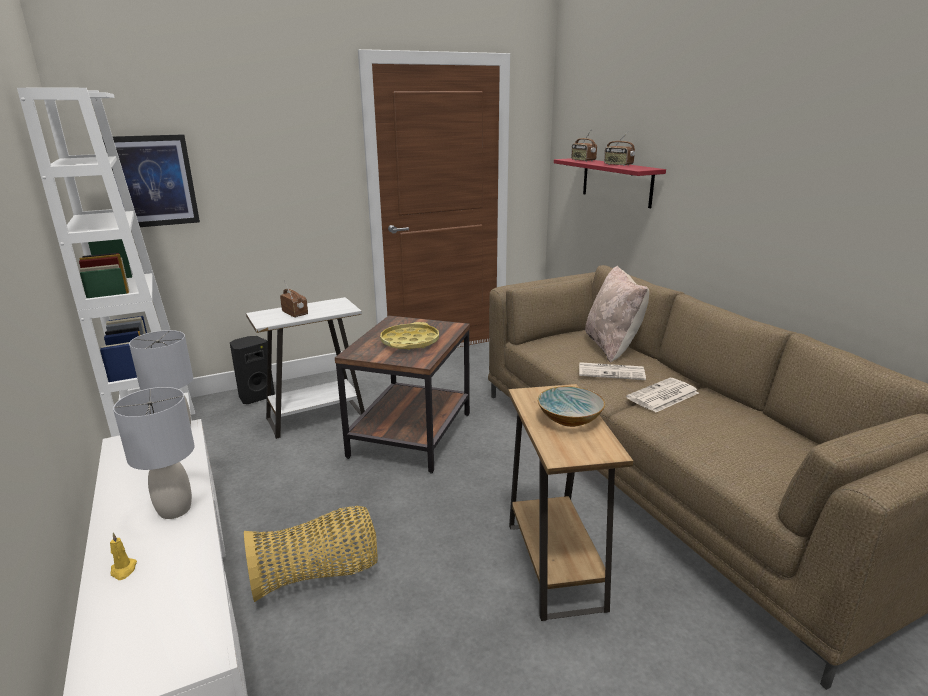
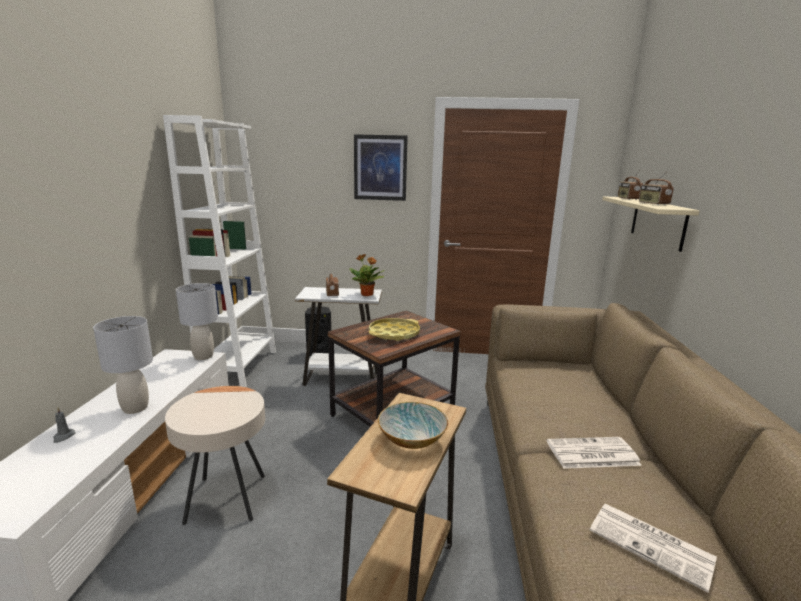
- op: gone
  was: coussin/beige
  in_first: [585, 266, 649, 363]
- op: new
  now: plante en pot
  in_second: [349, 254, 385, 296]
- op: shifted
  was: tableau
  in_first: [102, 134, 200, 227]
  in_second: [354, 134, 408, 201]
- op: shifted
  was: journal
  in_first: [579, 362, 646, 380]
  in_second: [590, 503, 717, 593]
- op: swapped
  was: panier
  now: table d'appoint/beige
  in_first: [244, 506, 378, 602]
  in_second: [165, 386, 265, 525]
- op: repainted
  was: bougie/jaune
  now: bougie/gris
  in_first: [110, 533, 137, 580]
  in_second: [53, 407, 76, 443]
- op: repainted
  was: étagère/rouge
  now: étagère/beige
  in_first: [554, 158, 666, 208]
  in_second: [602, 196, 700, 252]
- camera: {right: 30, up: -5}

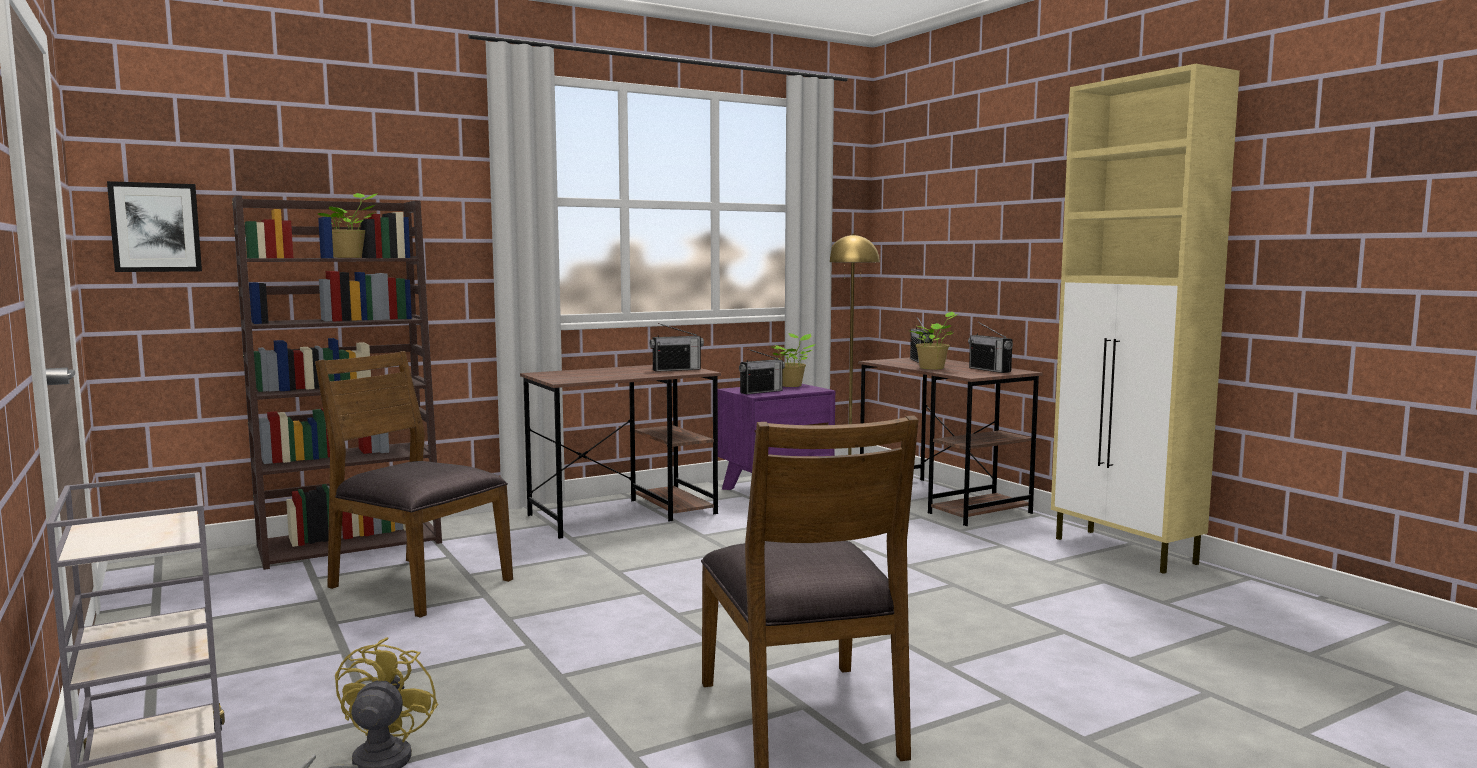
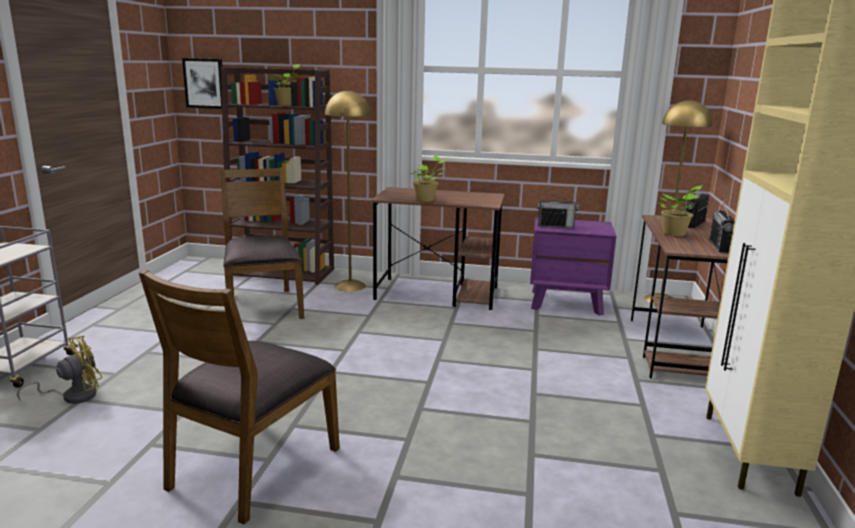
- op: gone
  was: radio
  in_first: [649, 323, 704, 372]
- op: new
  now: lampadaire/jaune
  in_second: [325, 89, 371, 292]
- op: shifted
  was: plante en pot
  in_first: [770, 333, 816, 387]
  in_second: [410, 156, 447, 202]
- camera: {right: 40, up: 10}

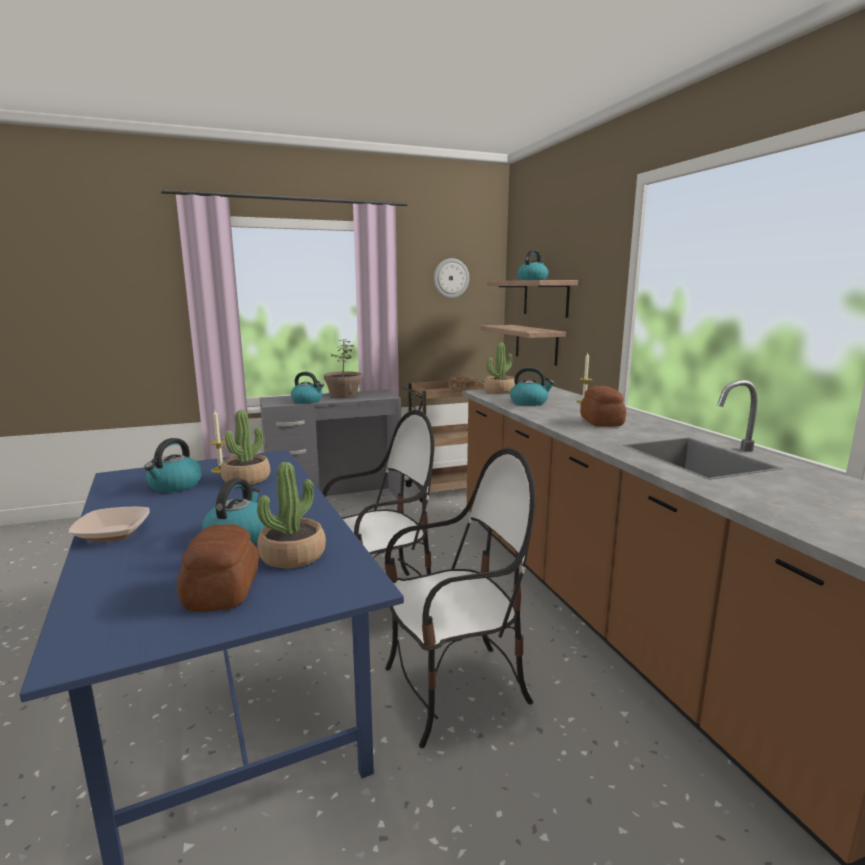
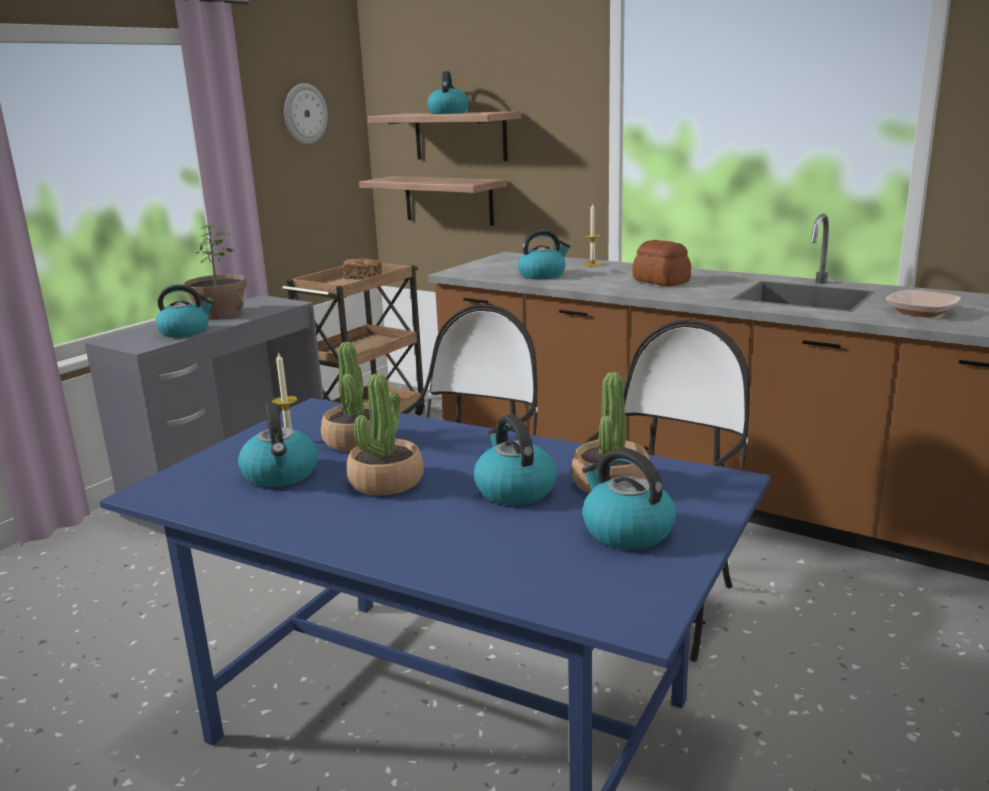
- op: shifted
  was: bol
  in_first: [69, 507, 150, 542]
  in_second: [886, 290, 961, 318]
- op: shifted
  was: plante en pot
  in_first: [484, 343, 515, 394]
  in_second: [347, 373, 424, 495]
- op: swapped
  was: pain
  now: bouilloire
  in_first: [177, 524, 259, 612]
  in_second: [582, 448, 676, 549]
- camera: {right: -35, up: 5}

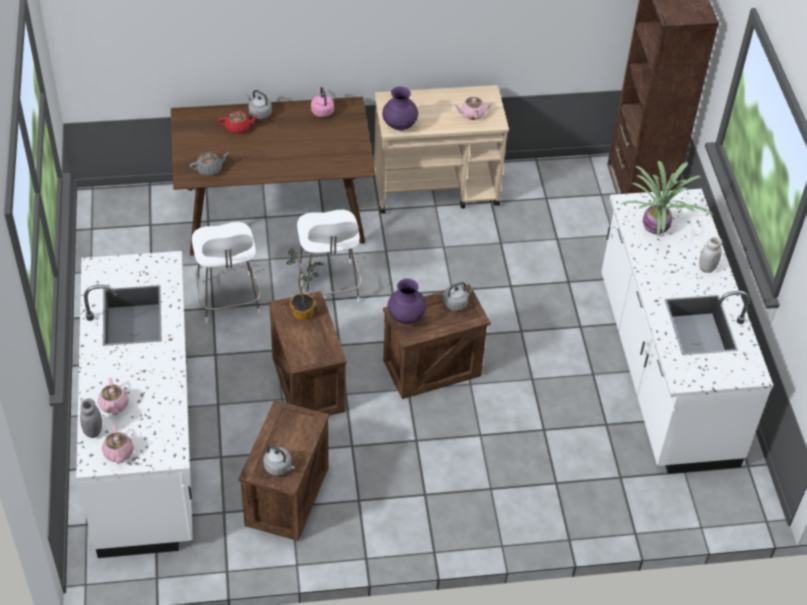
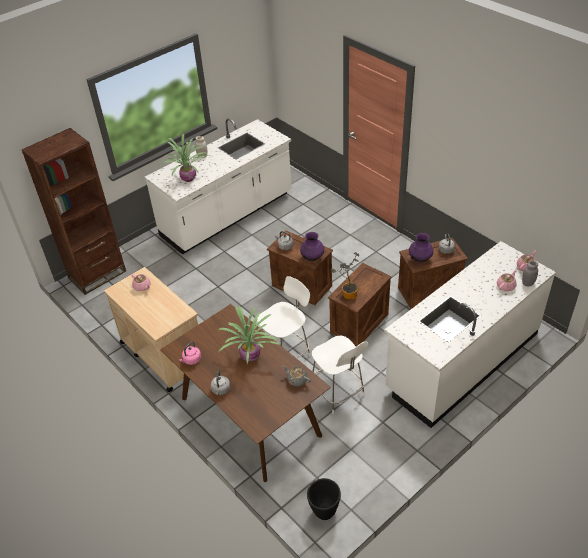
- op: gone
  was: théière/rouge
  in_first: [218, 110, 259, 134]
- op: new
  now: plante en pot
  in_second: [218, 306, 280, 365]
- op: new
  now: cache-pot/noir
  in_second: [307, 478, 341, 520]
- op: shifted
  was: vase/violet
  in_first: [382, 86, 418, 131]
  in_second: [409, 233, 434, 262]
- op: rotated
  was: chaise/blanc
  in_first: [192, 222, 260, 323]
  in_second: [312, 336, 368, 414]
  clockwise: 105
- camera: {right: -120, up: -5}

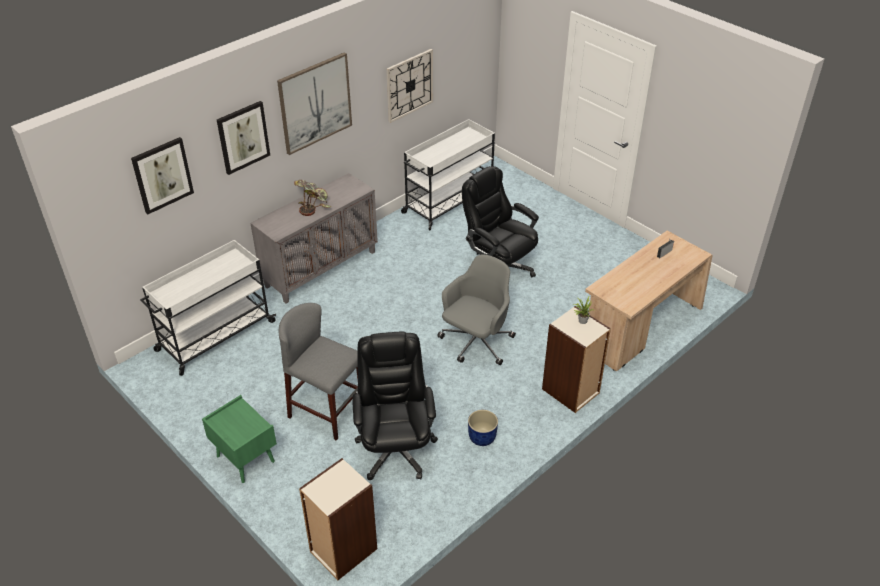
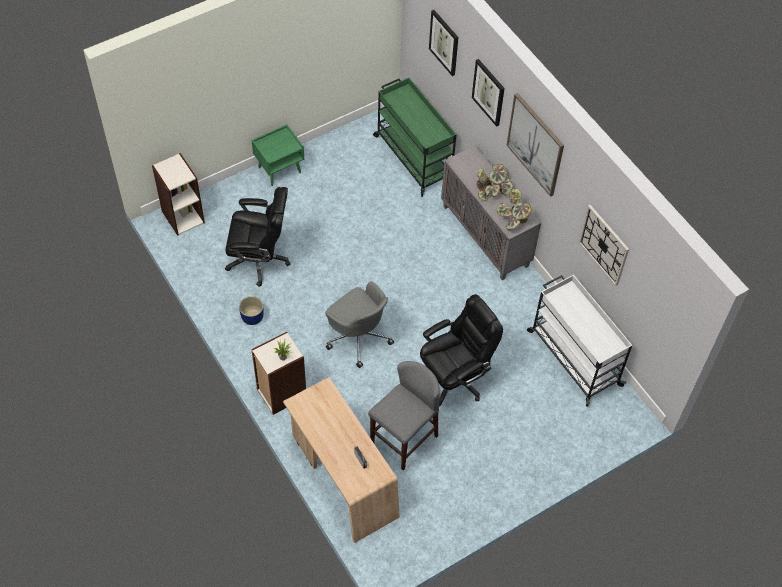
- op: new
  now: plante en pot
  in_second: [497, 189, 532, 230]
- op: shifted
  was: tabouret/gris
  in_first: [279, 303, 358, 441]
  in_second: [368, 361, 440, 470]
- op: repainted
  was: chariot/blanc
  now: chariot/vert
  in_first: [140, 240, 276, 376]
  in_second: [373, 78, 457, 197]
- camera: {right: 100, up: 15}

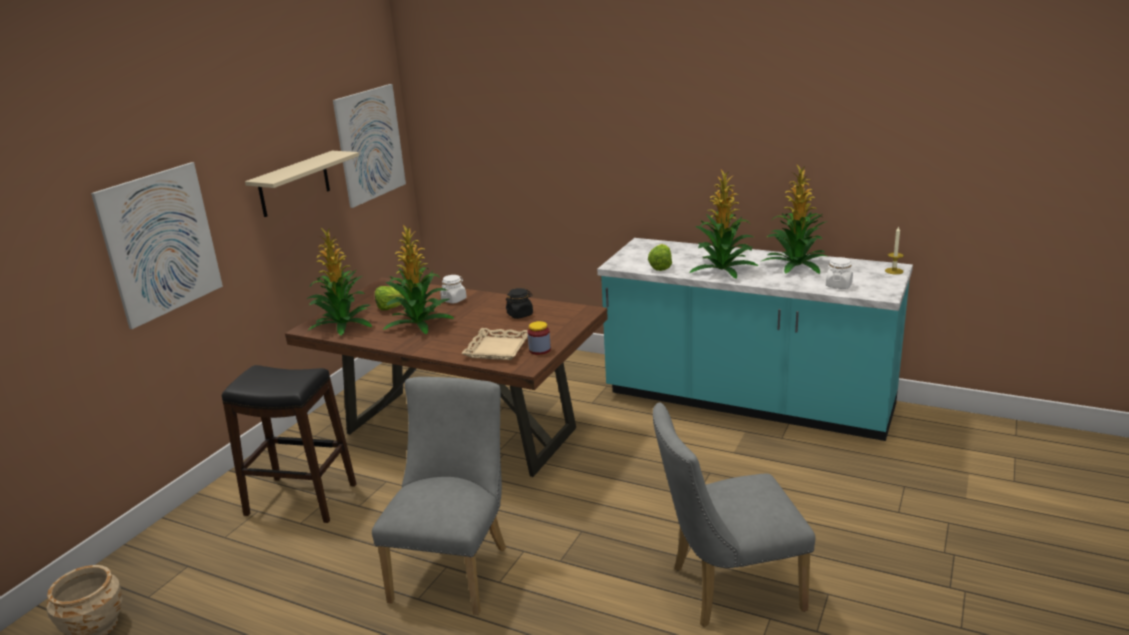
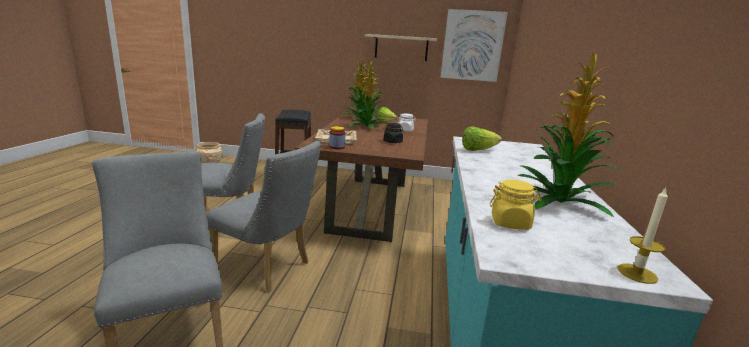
- op: gone
  was: tableau
  in_first: [91, 162, 223, 329]
- op: gone
  was: plante en pot
  in_first: [690, 170, 759, 279]
- op: new
  now: chaise/gris
  in_second: [206, 141, 321, 292]
- op: repainted
  was: bocal/blanc
  now: bocal/jaune
  in_first: [826, 257, 853, 289]
  in_second: [490, 180, 542, 230]
- camera: {right: 70, up: -5}

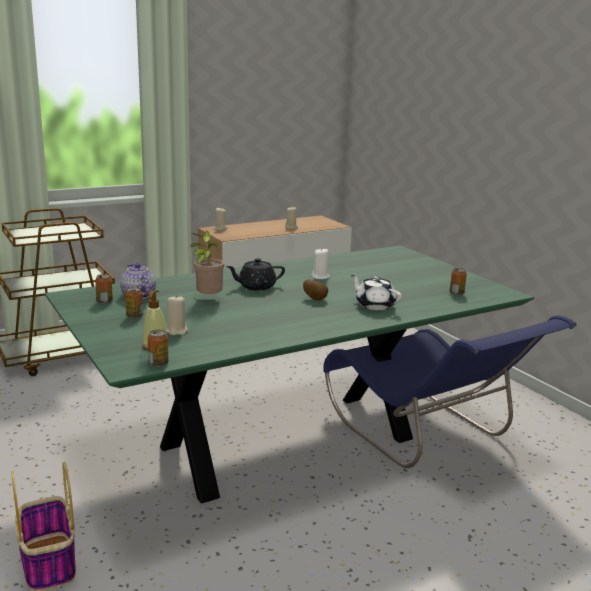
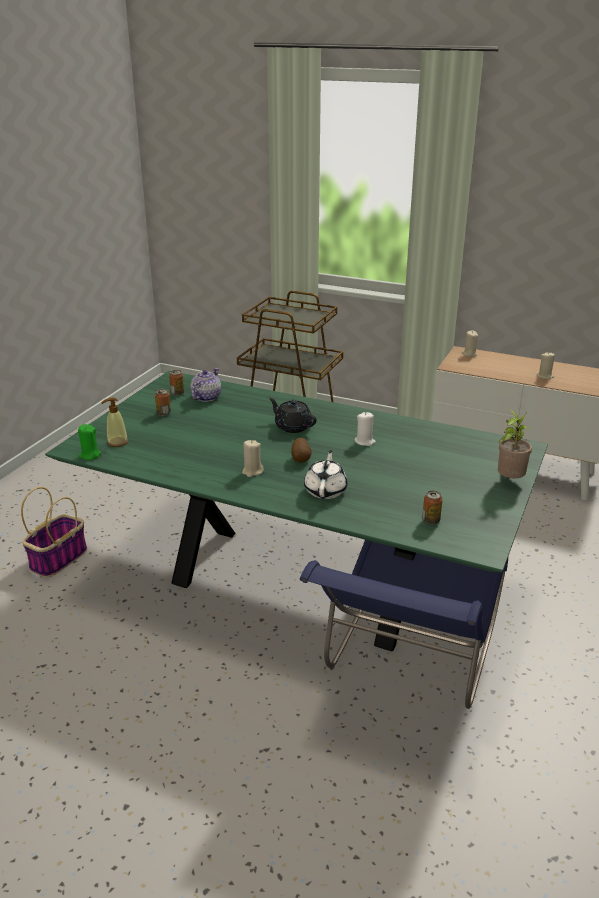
- op: shifted
  was: bougie/beige
  in_first: [166, 295, 188, 335]
  in_second: [242, 440, 264, 477]
- op: shifted
  was: plante en pot
  in_first: [191, 231, 224, 297]
  in_second: [498, 409, 533, 478]
- op: swapped
  was: boîte métallique
  now: bougie/vert
  in_first: [148, 330, 168, 367]
  in_second: [78, 424, 101, 460]
- camera: {right: 55, up: 10}

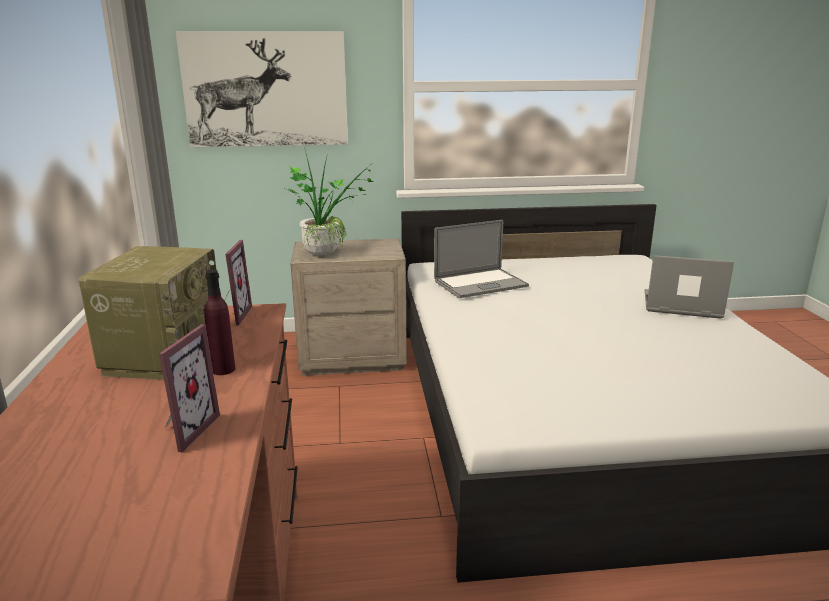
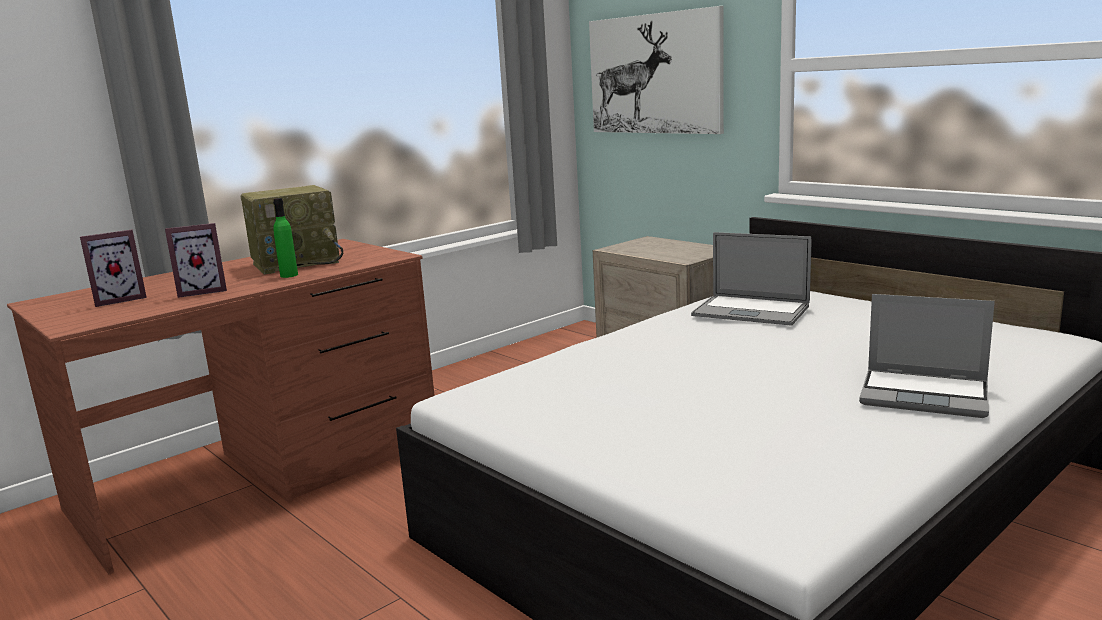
- op: gone
  was: plante en pot
  in_first: [287, 147, 373, 256]
- op: shifted
  was: cadre photo
  in_first: [224, 240, 252, 325]
  in_second: [80, 230, 147, 307]
- op: repainted
  was: bouteille/violet
  now: bouteille/vert
  in_first: [204, 269, 235, 375]
  in_second: [273, 198, 298, 278]
- op: rotated
  was: ordinateur portable
  in_first: [645, 255, 734, 319]
  in_second: [859, 294, 995, 418]
  clockwise: 135
- camera: {right: 55, up: -5}

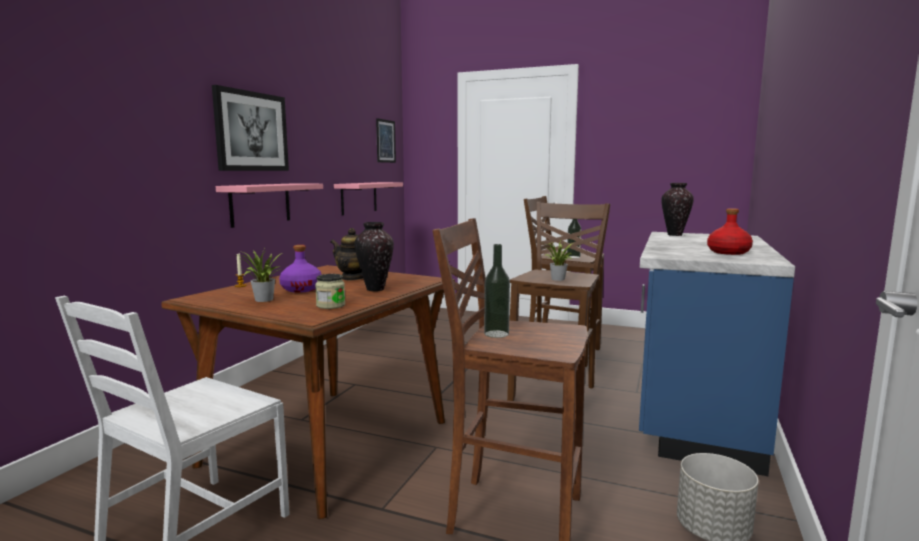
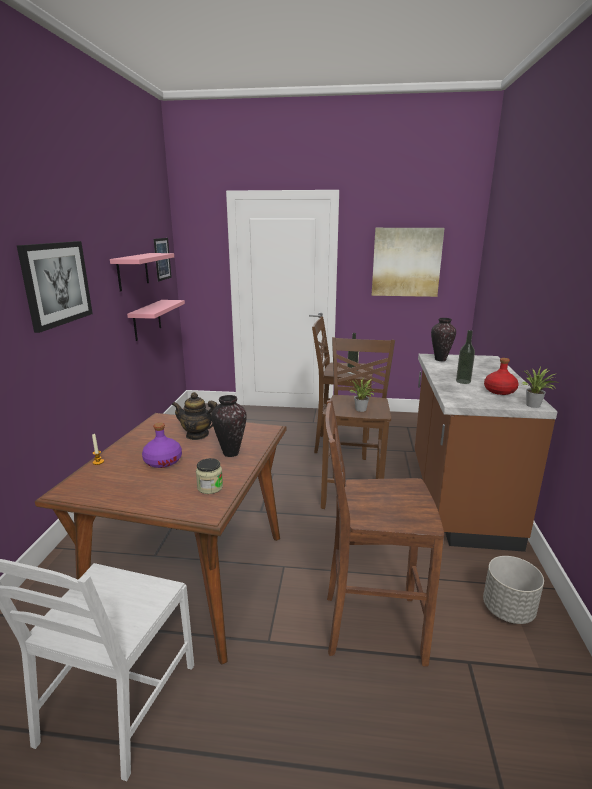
- op: new
  now: tableau
  in_second: [372, 228, 445, 297]
- op: shifted
  was: étagère/rose
  in_first: [216, 183, 323, 228]
  in_second: [110, 253, 174, 291]
- op: shifted
  was: plante en pot
  in_first: [238, 250, 282, 302]
  in_second: [523, 367, 559, 408]
- op: shifted
  was: bouteille
  in_first: [484, 244, 510, 338]
  in_second: [456, 330, 475, 384]
- op: repainted
  was: comptoir de cuisine/bleu
  now: comptoir de cuisine/marron
  in_first: [639, 232, 795, 476]
  in_second: [415, 354, 557, 552]
- camera: {right: -15, up: 10}

